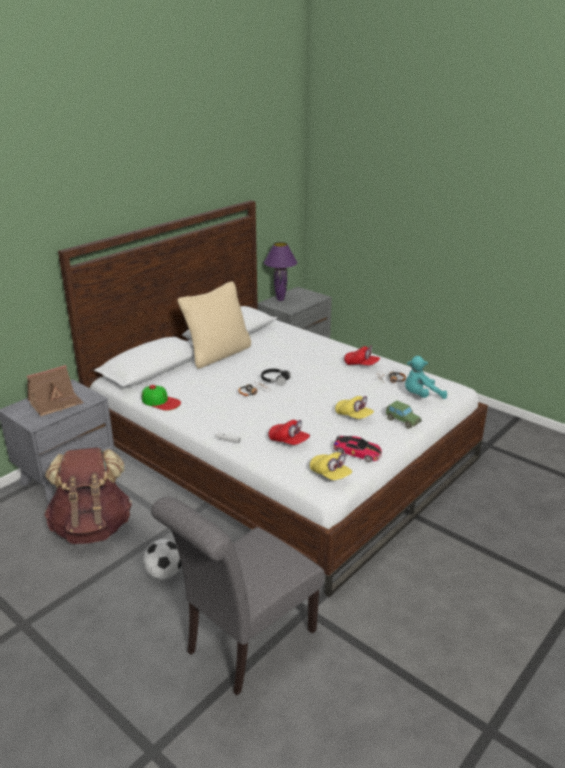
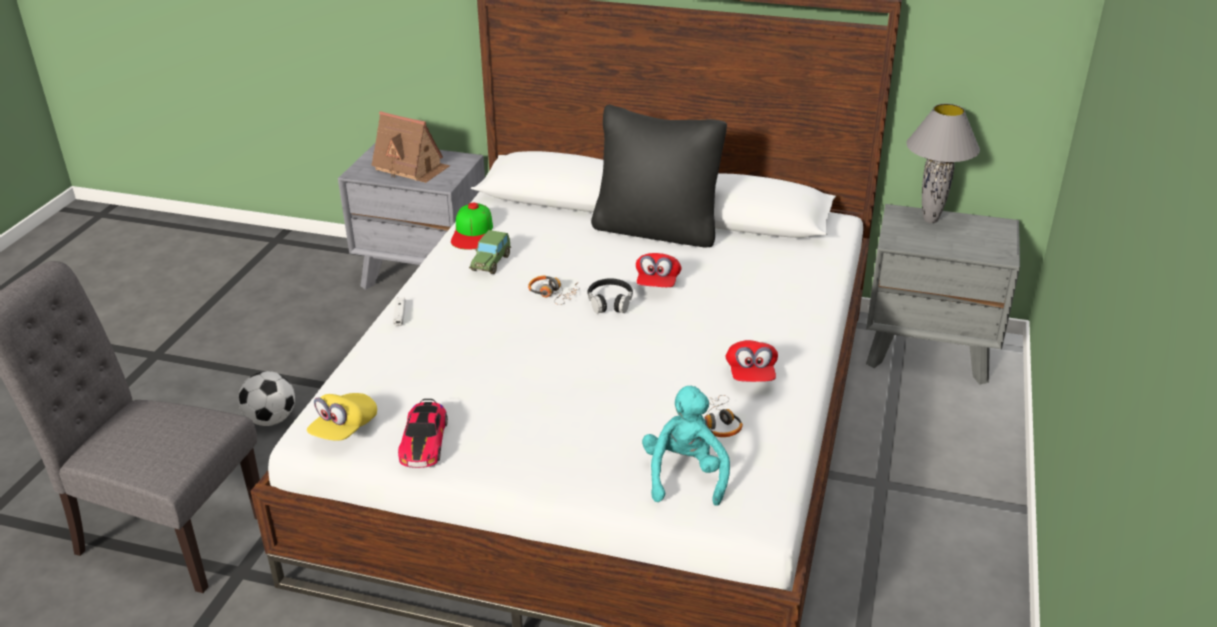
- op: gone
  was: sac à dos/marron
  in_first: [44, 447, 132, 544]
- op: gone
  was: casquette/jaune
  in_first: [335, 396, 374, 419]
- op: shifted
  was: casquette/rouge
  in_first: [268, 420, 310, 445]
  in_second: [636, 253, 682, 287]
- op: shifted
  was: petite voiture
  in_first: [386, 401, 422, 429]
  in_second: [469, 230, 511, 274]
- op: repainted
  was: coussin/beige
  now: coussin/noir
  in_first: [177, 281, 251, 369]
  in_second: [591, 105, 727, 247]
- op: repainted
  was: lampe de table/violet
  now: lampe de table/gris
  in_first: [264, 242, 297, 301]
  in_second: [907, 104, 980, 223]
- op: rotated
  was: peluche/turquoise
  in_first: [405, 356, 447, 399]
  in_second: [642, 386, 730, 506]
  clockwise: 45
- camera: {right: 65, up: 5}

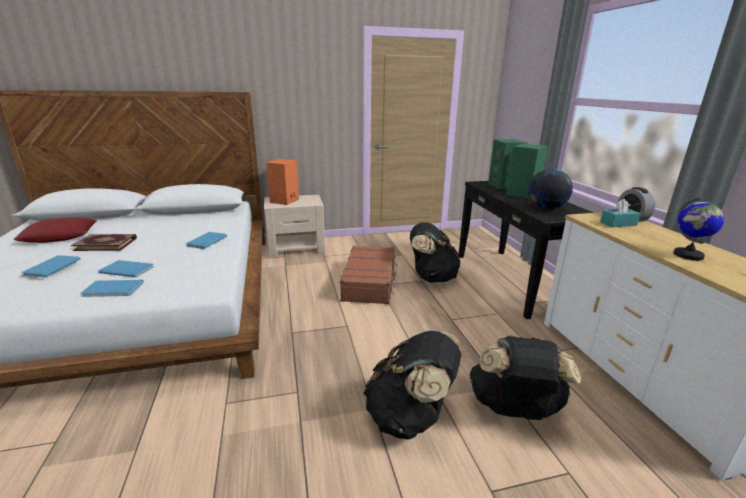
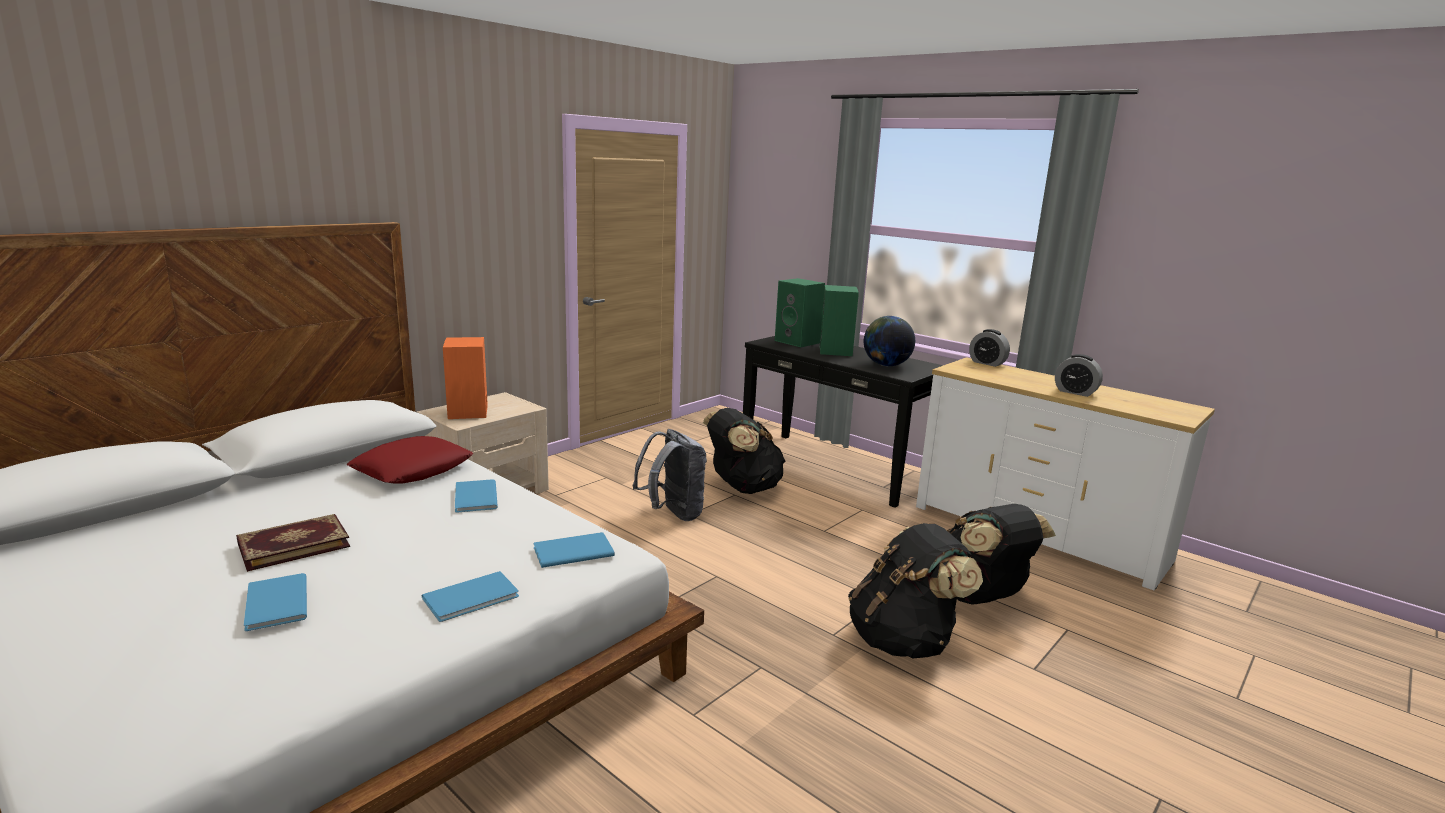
- op: gone
  was: boîte à mouchoirs/turquoise
  in_first: [600, 199, 641, 227]
- op: shifted
  was: coussin/rouge
  in_first: [13, 217, 97, 243]
  in_second: [347, 436, 473, 484]
- op: shifted
  was: livre/bleu
  in_first: [98, 260, 154, 277]
  in_second: [533, 532, 615, 568]
- op: swapped
  was: valise/marron
  now: sac à dos/gris
  in_first: [340, 245, 397, 304]
  in_second: [633, 429, 707, 521]
- op: swapped
  was: globe
  now: réveil
  in_first: [674, 196, 724, 261]
  in_second: [1055, 354, 1103, 397]
- camera: {right: -35, up: -5}

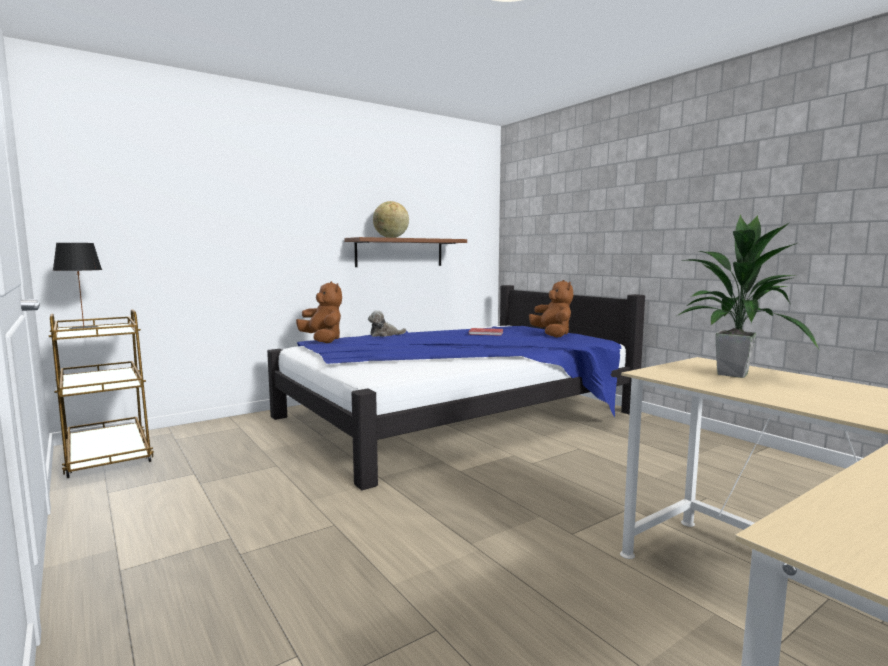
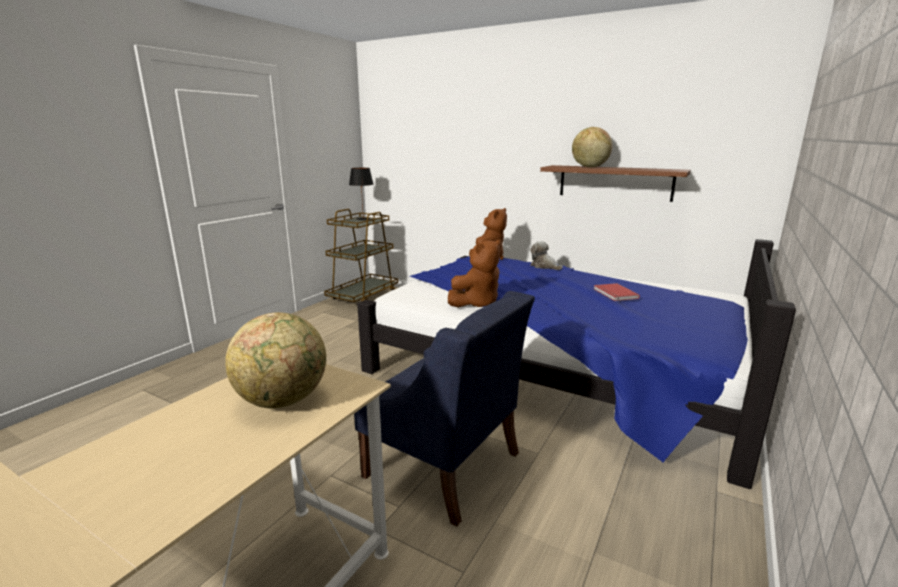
- op: new
  now: fauteuil/bleu
  in_second: [354, 291, 535, 527]
- op: shifted
  was: peluche/marron
  in_first: [529, 280, 573, 337]
  in_second: [448, 240, 502, 308]
- op: swapped
  was: plante en pot
  now: globe
  in_first: [677, 215, 819, 378]
  in_second: [225, 312, 326, 408]
- camera: {right: 65, up: 10}

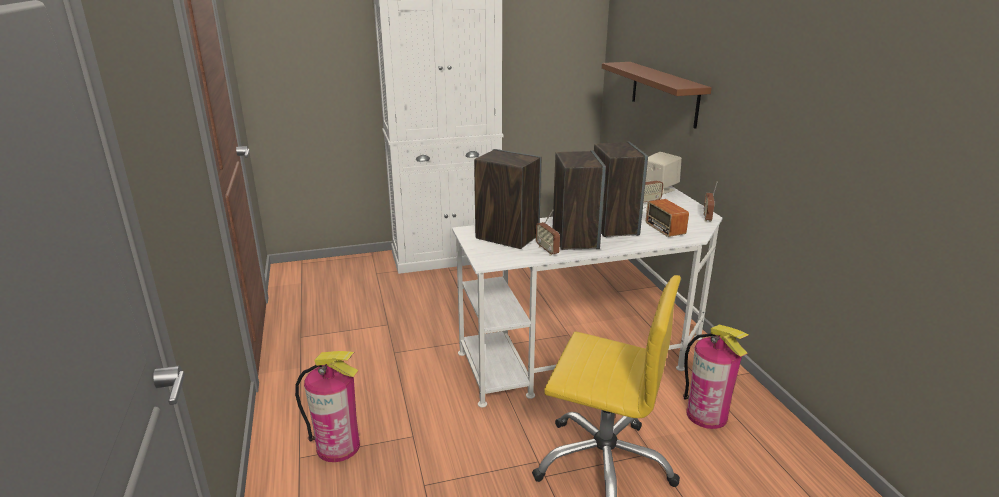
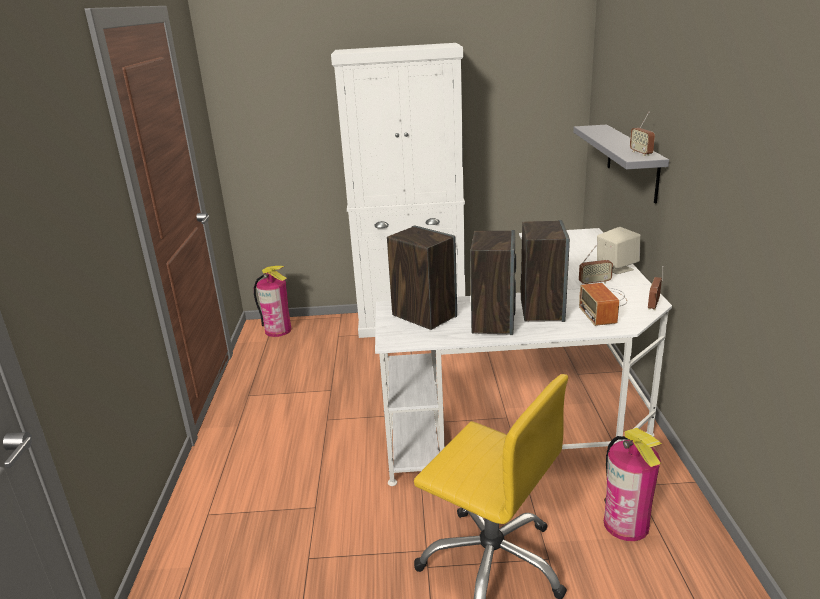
- op: shifted
  was: extincteur
  in_first: [295, 351, 360, 462]
  in_second: [254, 266, 292, 337]
- op: shifted
  was: radio
  in_first: [536, 210, 560, 256]
  in_second: [630, 112, 655, 156]
- op: repainted
  was: étagère/marron
  now: étagère/gris
  in_first: [602, 62, 712, 129]
  in_second: [573, 125, 669, 204]
- camera: {right: 15, up: 0}

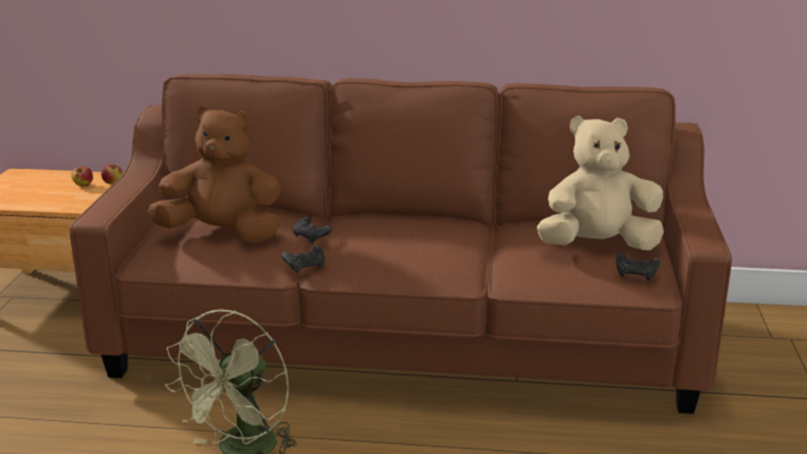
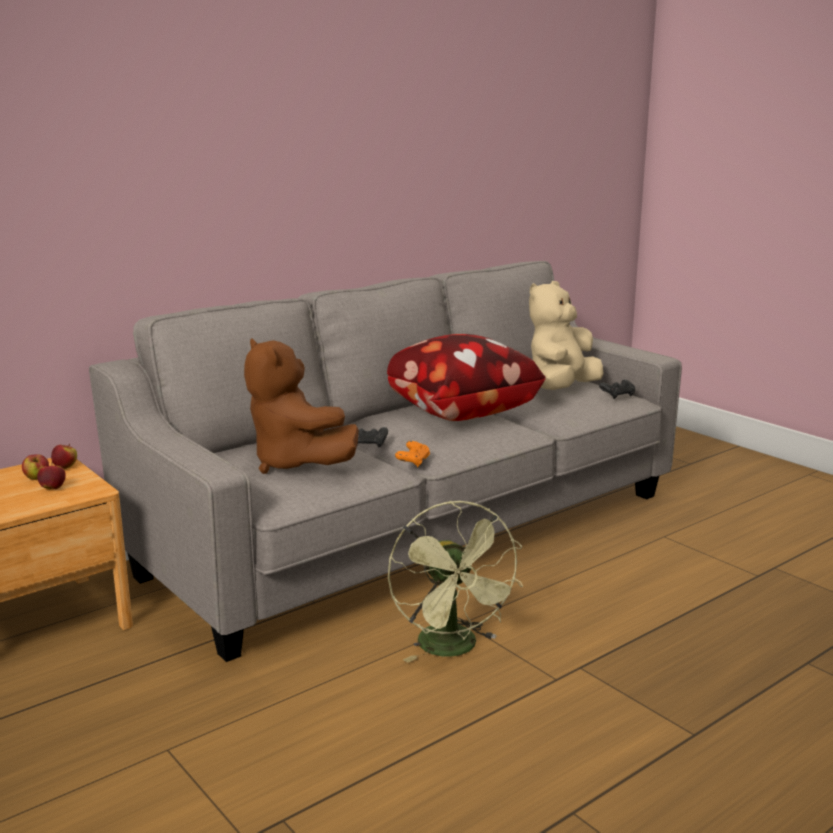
- op: new
  now: pomme
  in_second: [37, 462, 66, 489]
- op: new
  now: coussin
  in_second: [387, 334, 546, 421]
- op: repainted
  was: canapé/marron
  now: canapé/gris
  in_first: [70, 74, 732, 414]
  in_second: [89, 261, 682, 662]
- op: repainted
  was: manette/noir
  now: manette/orange
  in_first: [281, 246, 325, 273]
  in_second: [395, 441, 430, 467]
- op: rotated
  was: peluche/marron
  in_first: [147, 106, 281, 242]
  in_second: [244, 338, 359, 474]
  clockwise: -90
- camera: {right: -45, up: -5}

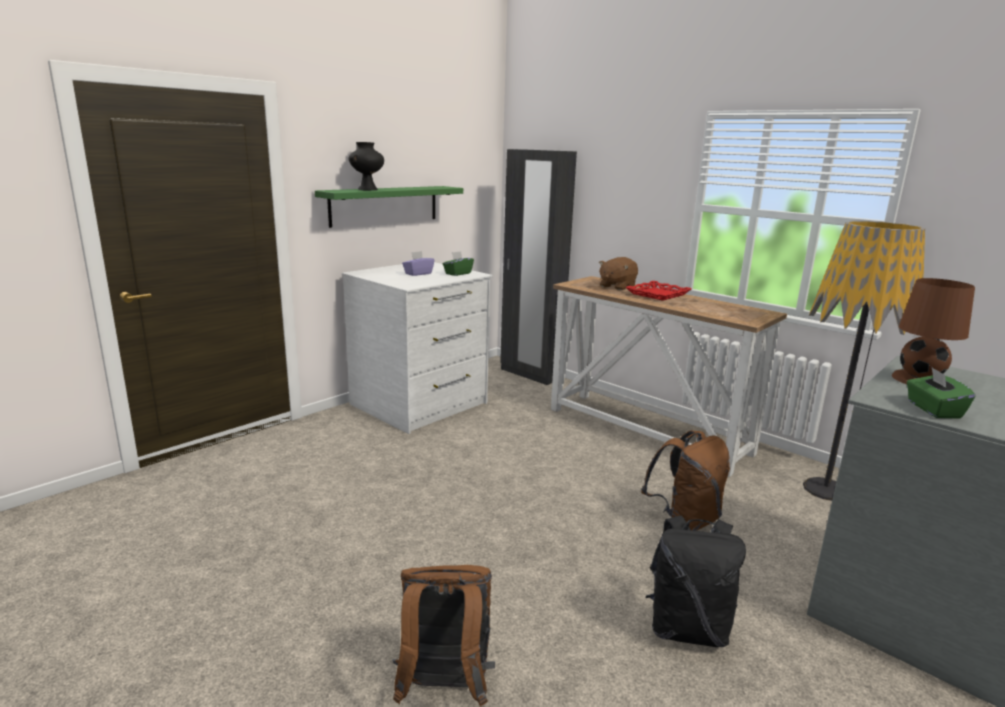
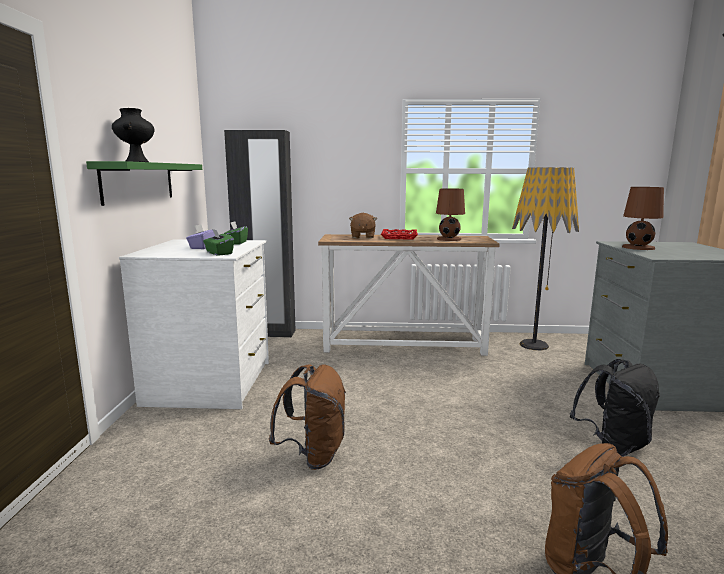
- op: new
  now: lampe de table/marron
  in_second: [436, 188, 465, 241]
- op: shifted
  was: sac à dos/marron
  in_first: [641, 430, 730, 531]
  in_second: [269, 364, 346, 470]
- op: shifted
  was: boîte à mouchoirs/vert
  in_first: [907, 367, 975, 419]
  in_second: [203, 229, 234, 256]
- camera: {right: -40, up: -5}

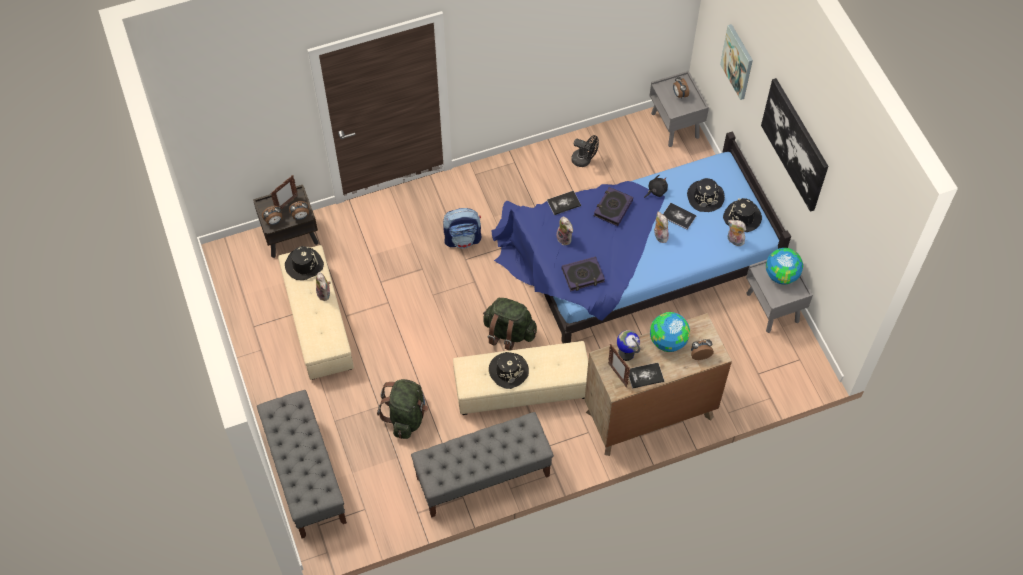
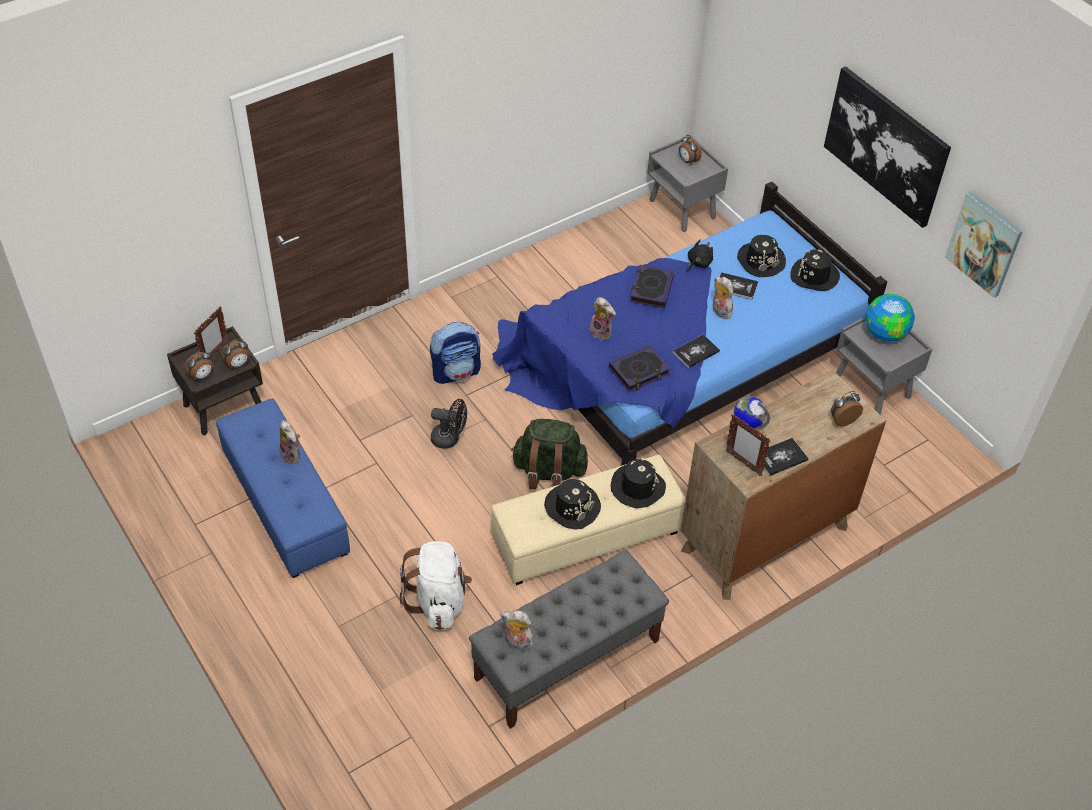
- op: gone
  was: banc/gris
  in_first: [257, 390, 347, 538]
- op: gone
  was: globe
  in_first: [650, 312, 690, 352]
- op: shifted
  was: chapeau/noir
  in_first: [285, 246, 324, 280]
  in_second: [611, 458, 666, 508]
- op: shifted
  was: livre
  in_first: [547, 190, 581, 215]
  in_second: [673, 334, 720, 368]
- op: shifted
  was: ventilateur/noir
  in_first: [571, 135, 599, 167]
  in_second: [431, 399, 467, 449]
- op: shifted
  was: tableau
  in_first: [720, 24, 753, 100]
  in_second: [945, 191, 1023, 298]
- op: shifted
  was: peluche
  in_first: [728, 220, 746, 246]
  in_second: [500, 610, 533, 651]
- op: repainted
  was: pouf/beige
  now: pouf/bleu
  in_first: [278, 245, 354, 380]
  in_second: [216, 399, 350, 578]
- op: repainted
  was: sac à dos/vert
  now: sac à dos/blanc
  in_first: [377, 379, 428, 439]
  in_second: [400, 541, 472, 630]
- camera: {right: -15, up: -10}

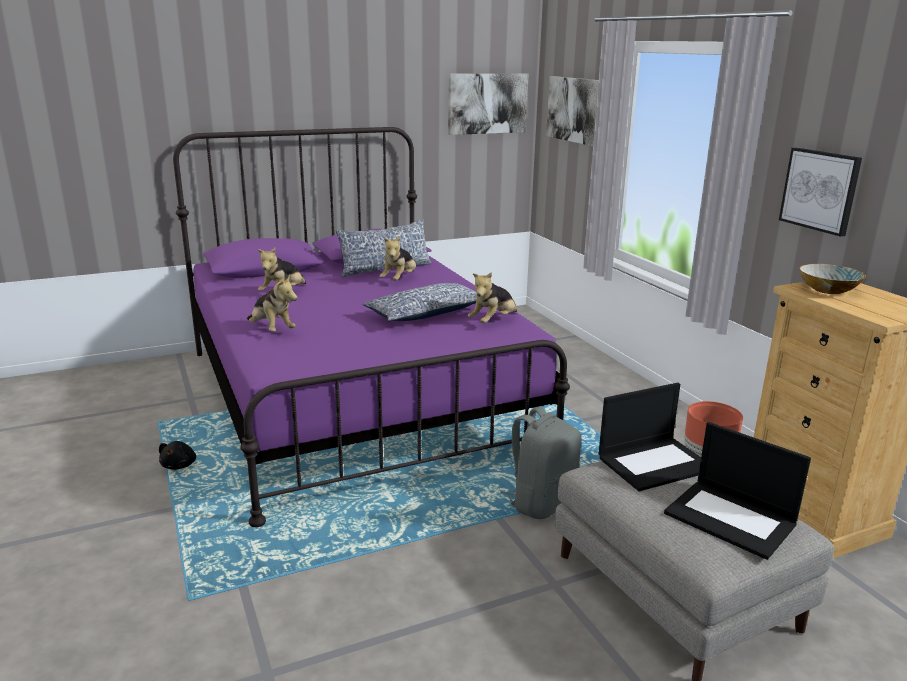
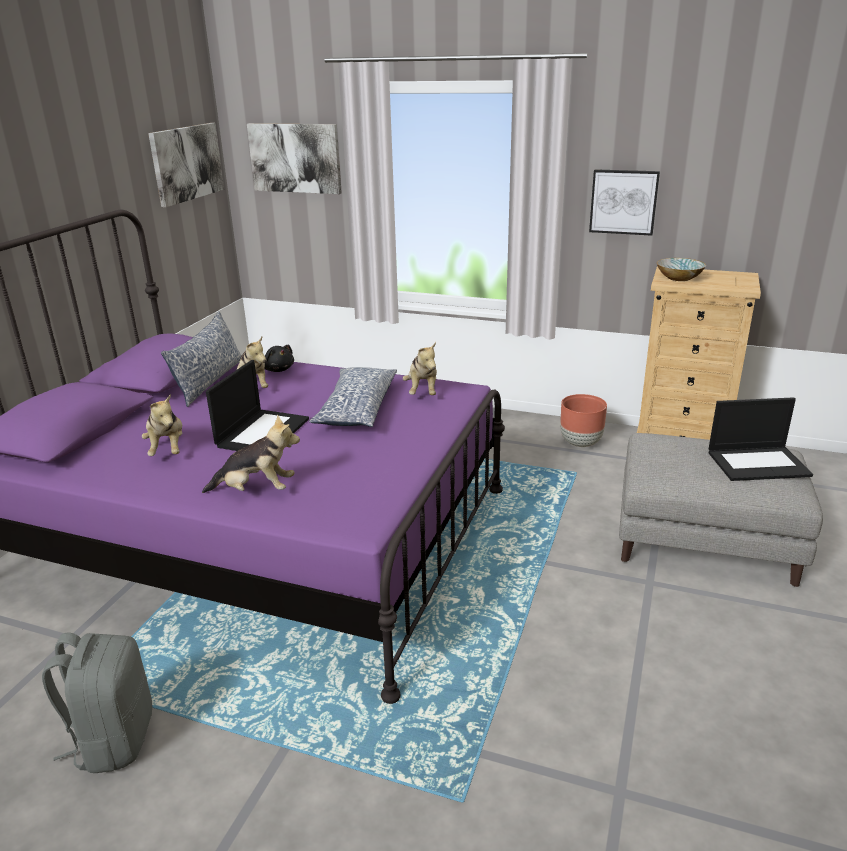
- op: shifted
  was: peluche/noir
  in_first: [159, 441, 196, 470]
  in_second: [264, 345, 294, 372]
- op: shifted
  was: sac à dos/gris
  in_first: [500, 406, 581, 519]
  in_second: [42, 633, 152, 773]
- op: shifted
  was: ordinateur portable
  in_first: [599, 383, 701, 491]
  in_second: [206, 360, 309, 451]
- camera: {right: -45, up: 5}

